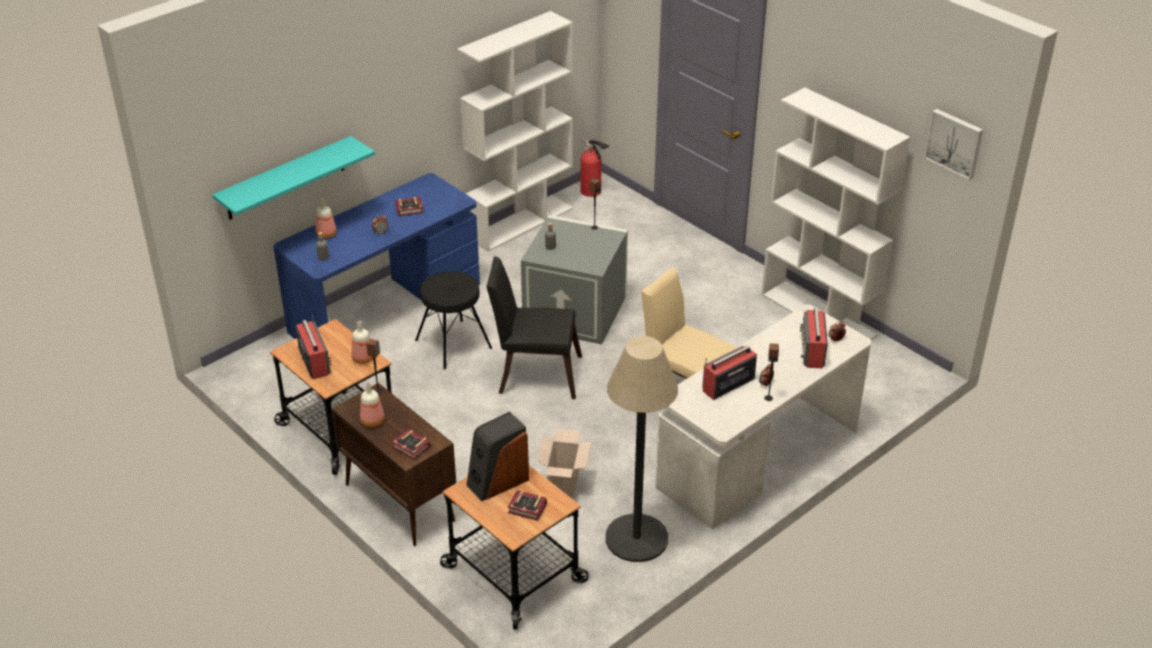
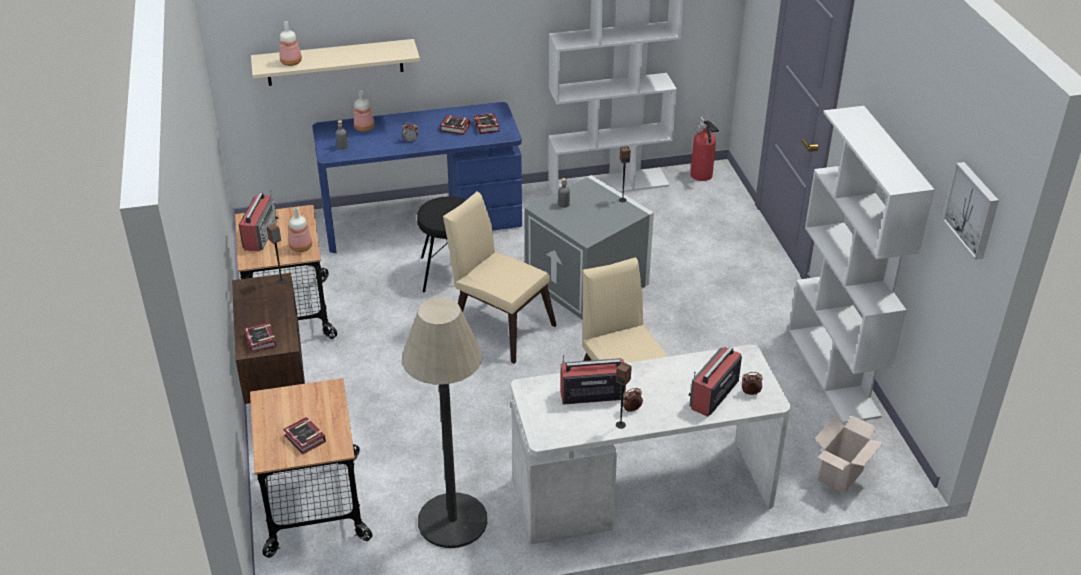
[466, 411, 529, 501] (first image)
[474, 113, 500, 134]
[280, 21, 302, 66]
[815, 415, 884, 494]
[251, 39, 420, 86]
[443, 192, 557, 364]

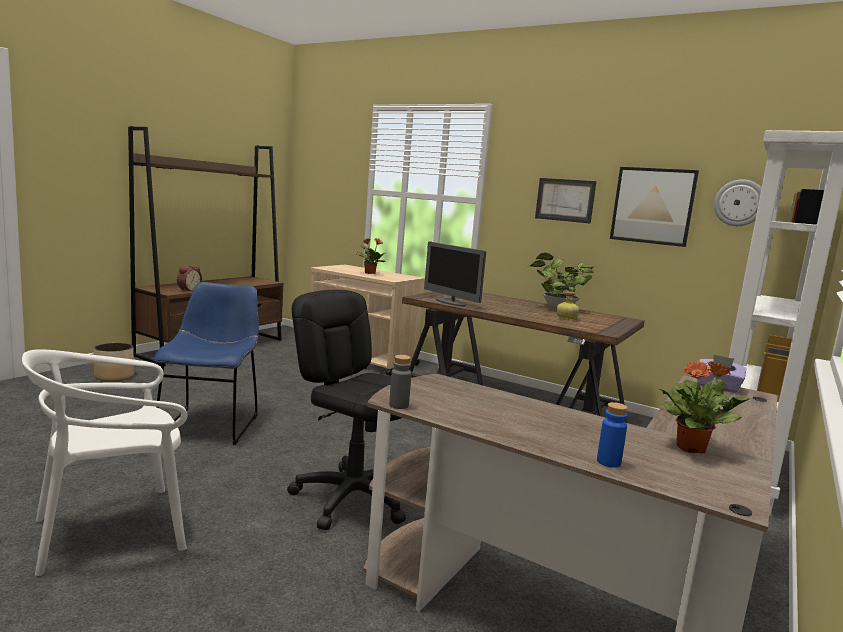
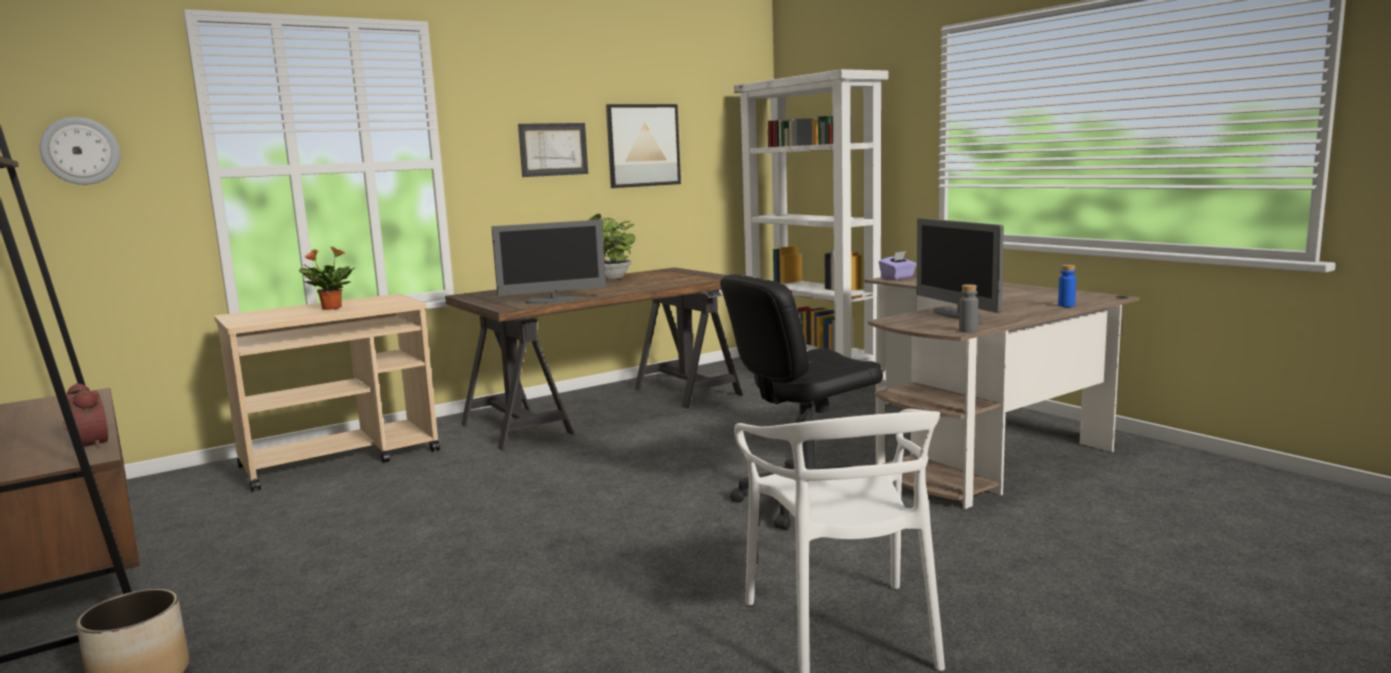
[154, 282, 259, 445] (first image)
[556, 291, 579, 320] (first image)
[658, 360, 751, 453] (first image)
[916, 218, 1004, 319]
[40, 117, 120, 185]

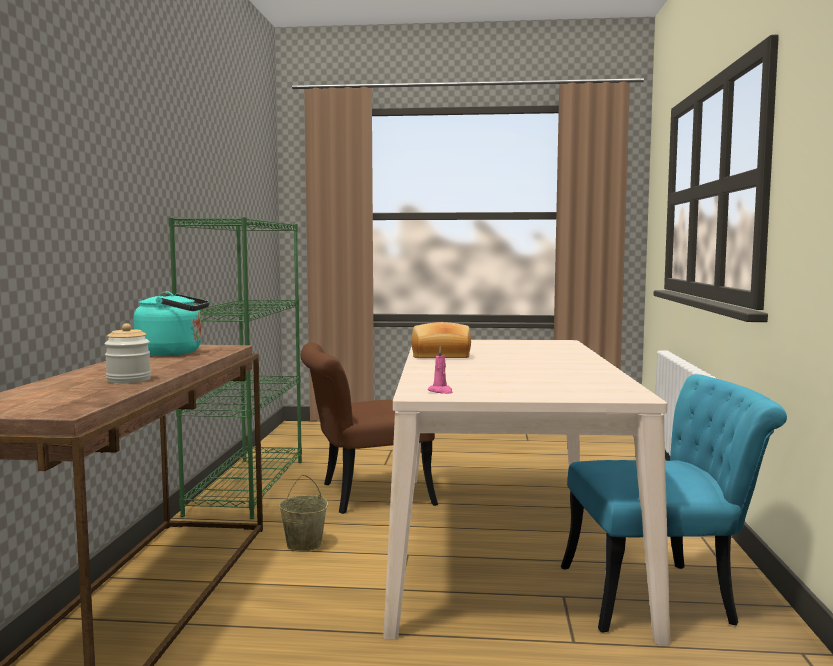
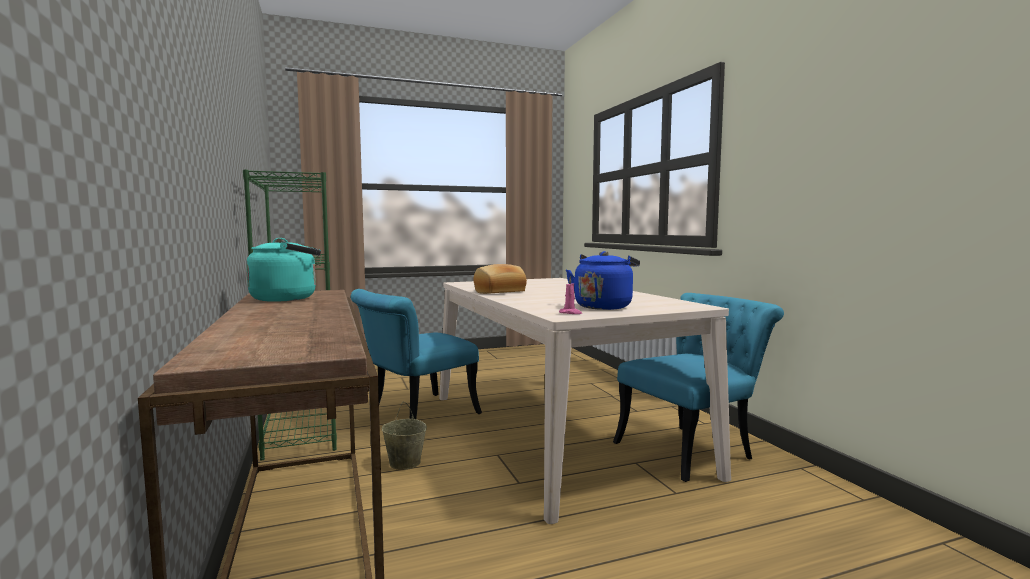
[104, 323, 151, 383] (first image)
[566, 251, 640, 310]
[351, 289, 482, 419]

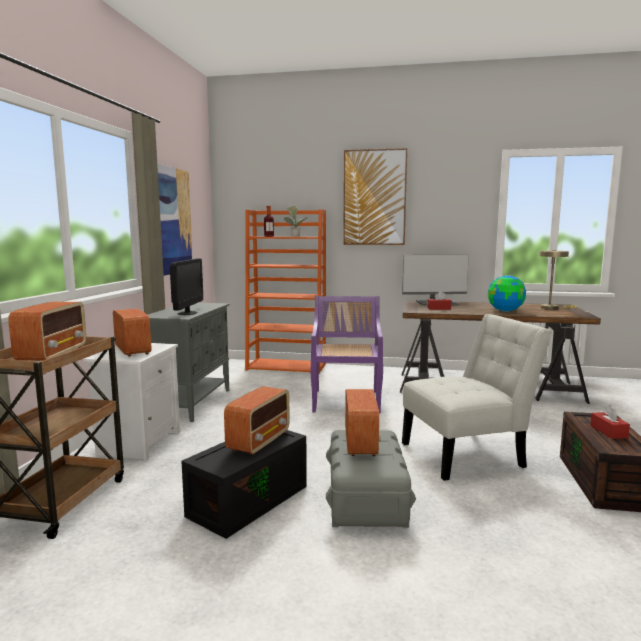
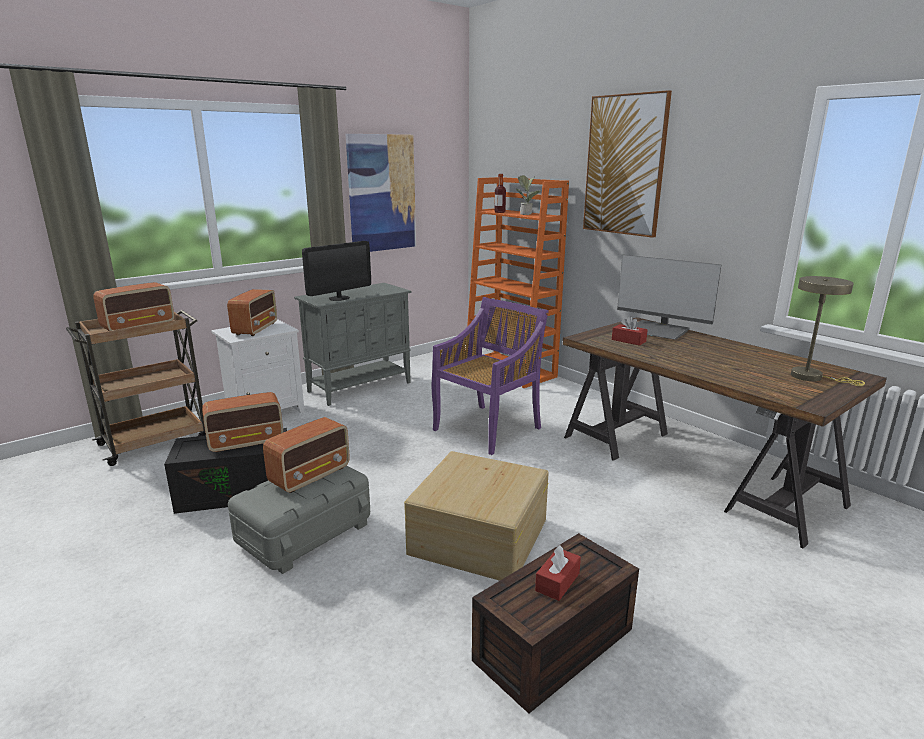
[488, 275, 526, 312] (first image)
[404, 451, 549, 581]

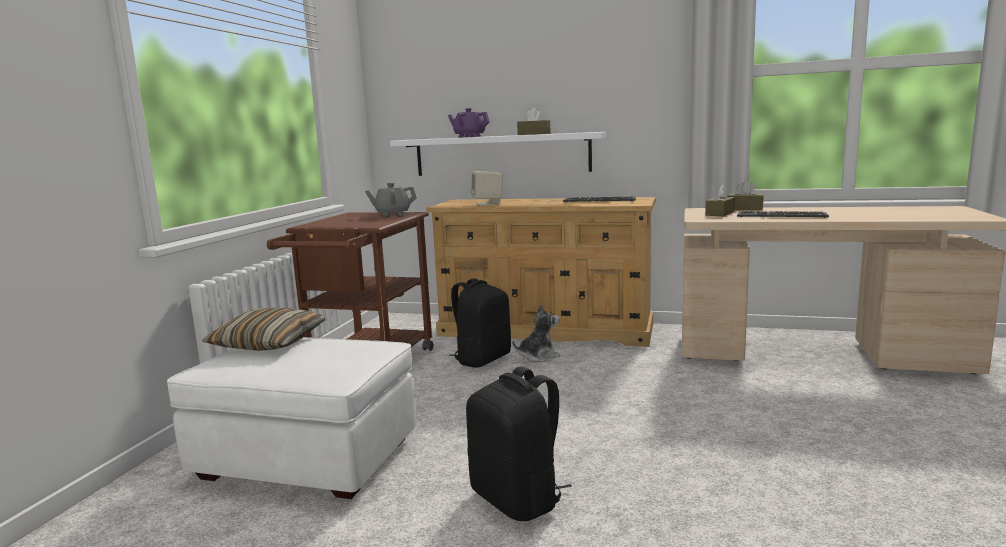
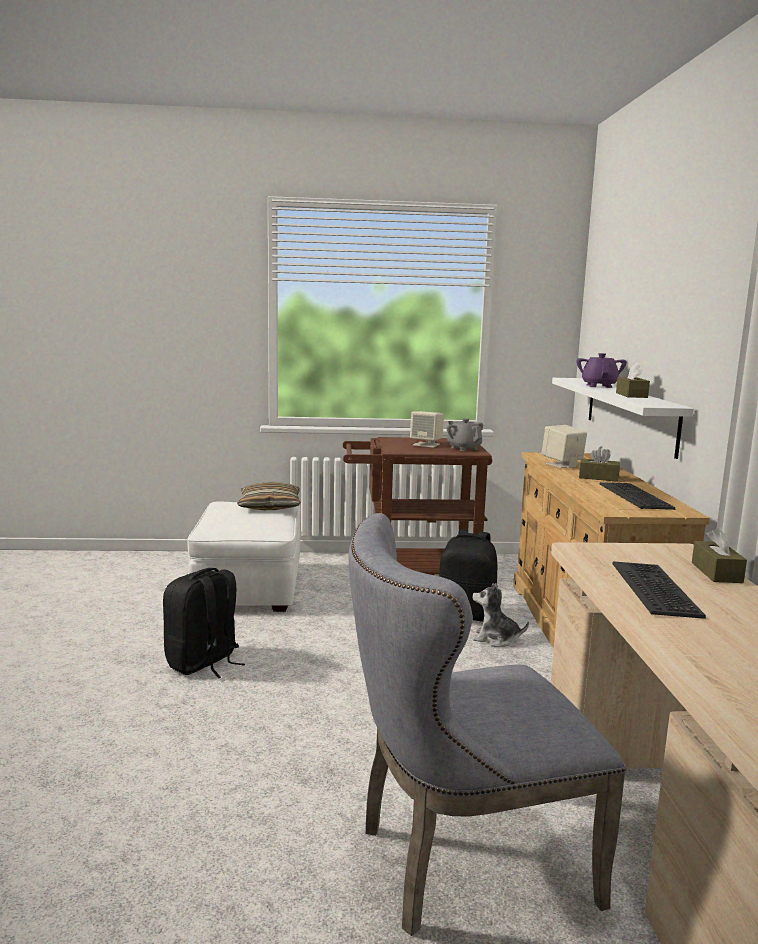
[349, 513, 627, 936]
[410, 411, 444, 448]
[579, 446, 620, 482]
[472, 583, 529, 647]

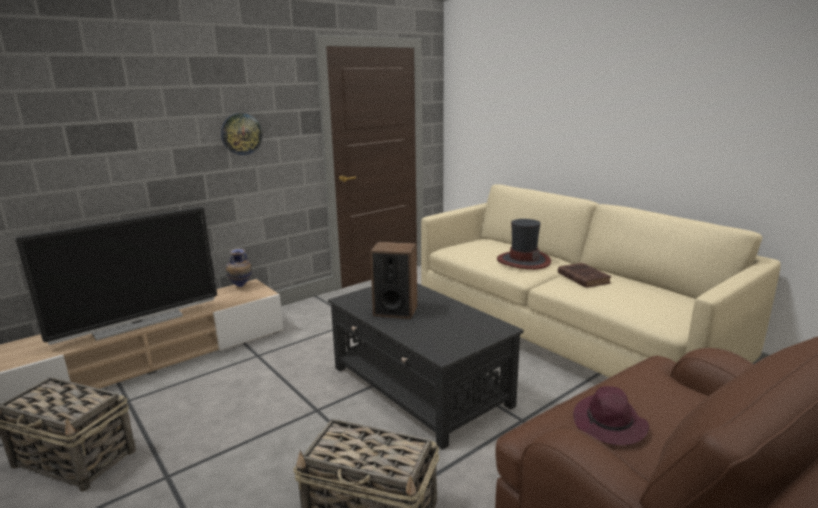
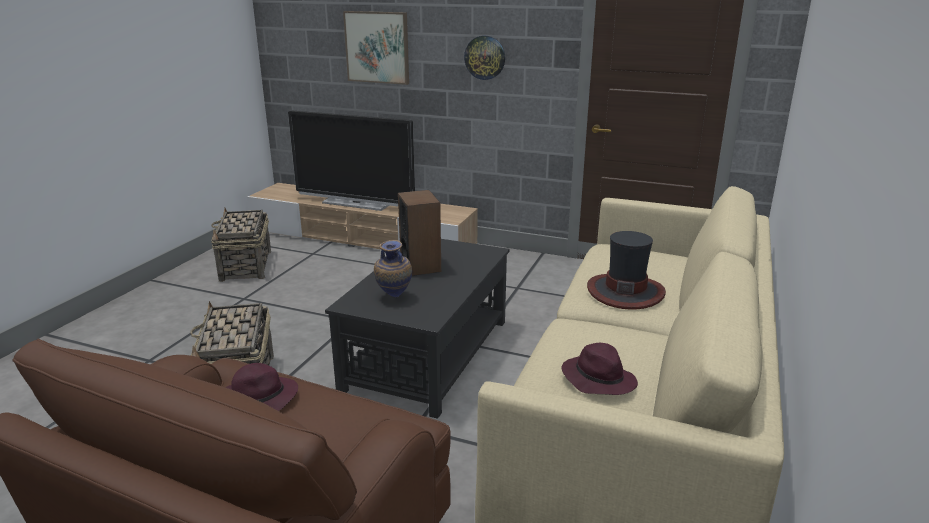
[558, 263, 611, 288] (first image)
[343, 11, 409, 85]
[561, 343, 638, 395]
[374, 240, 412, 297]

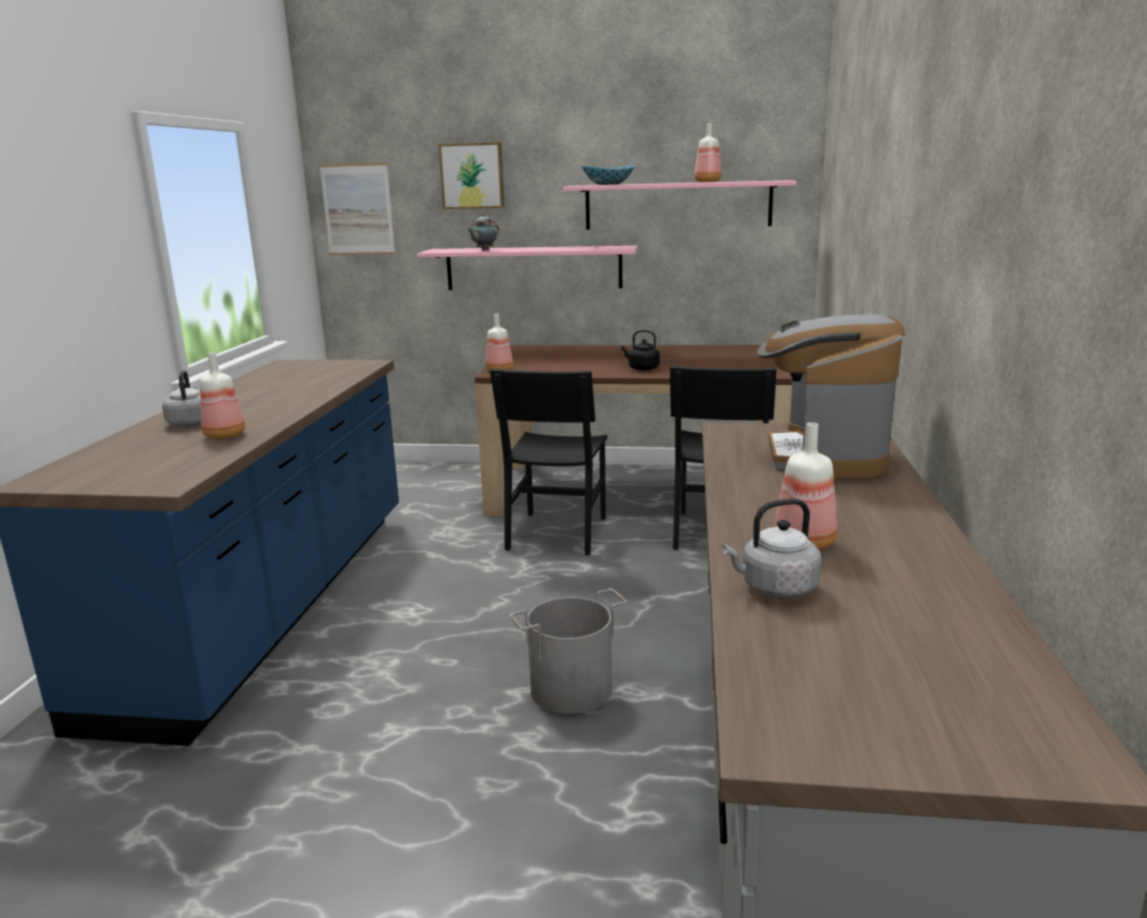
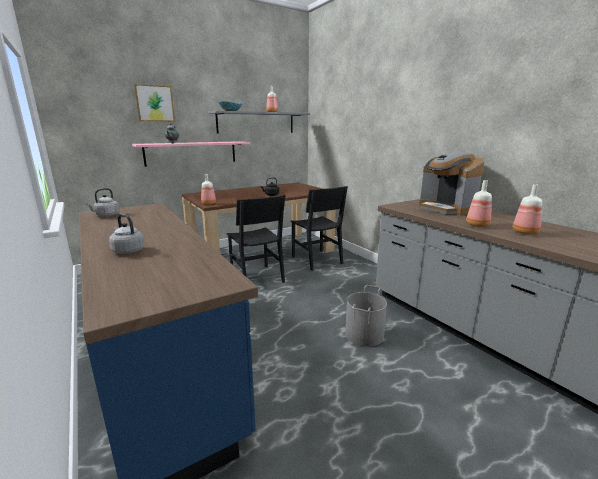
[319, 163, 395, 255] (first image)
[466, 180, 492, 227]
[86, 188, 120, 217]
[208, 111, 310, 134]

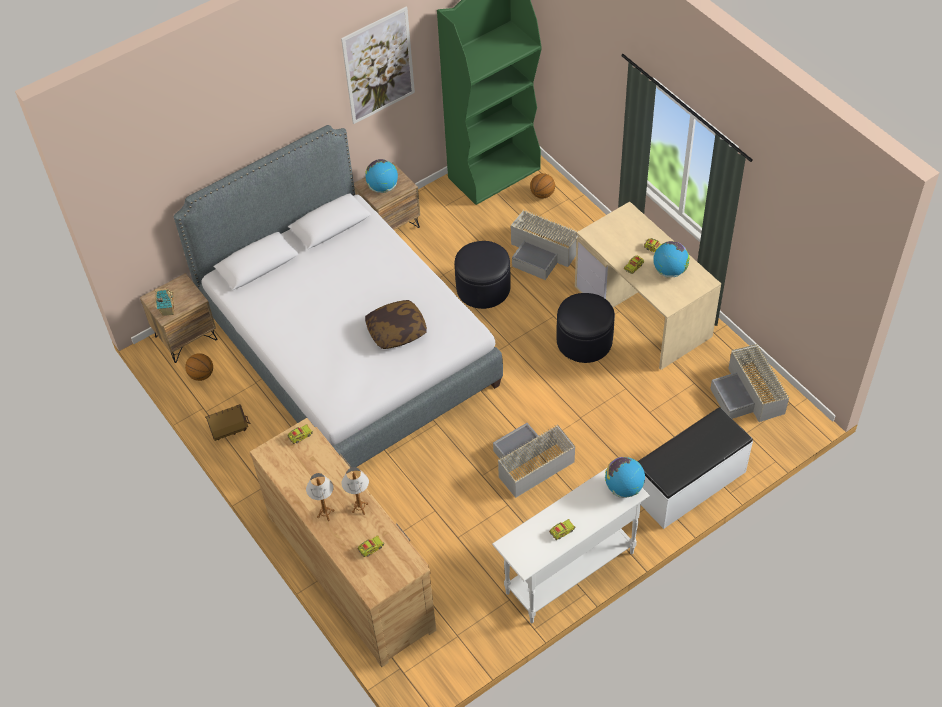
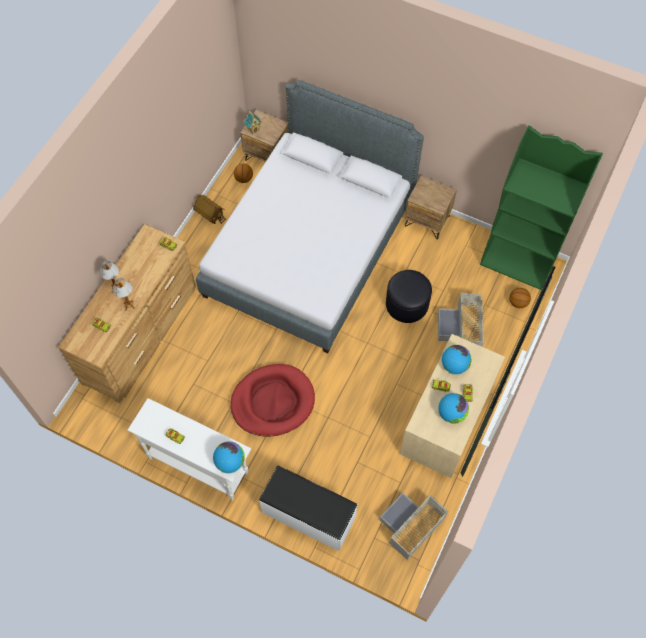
[341, 6, 415, 124] (first image)
[365, 300, 427, 349] (first image)
[557, 293, 615, 363] (first image)
[442, 345, 472, 375]
[231, 364, 315, 437]

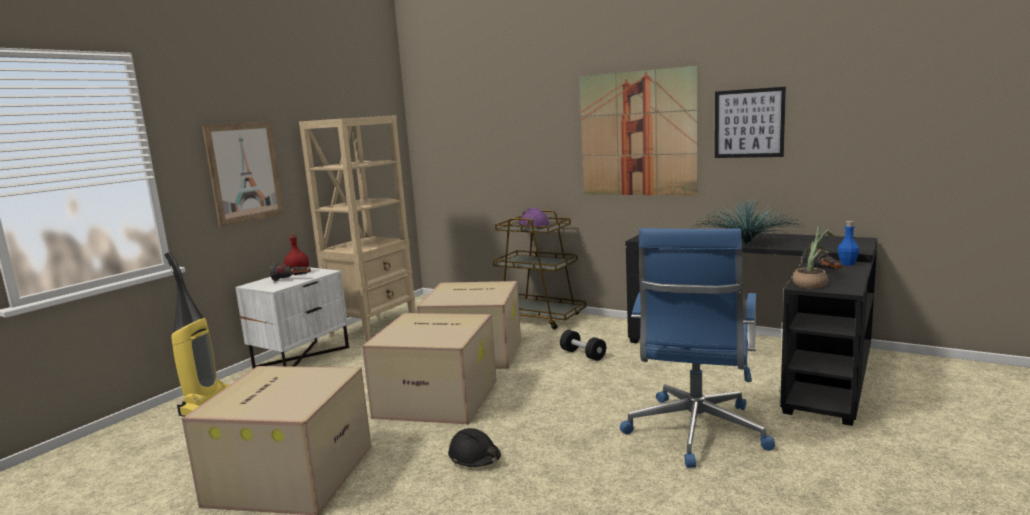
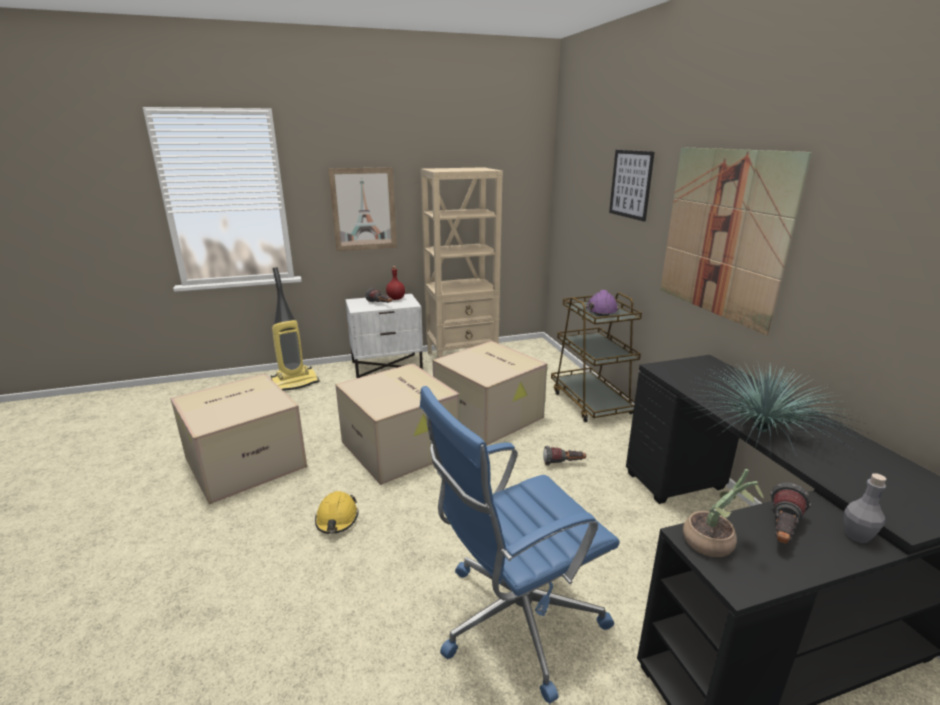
[609, 150, 655, 222]
[543, 446, 586, 466]
[315, 491, 359, 534]
[844, 473, 886, 543]

